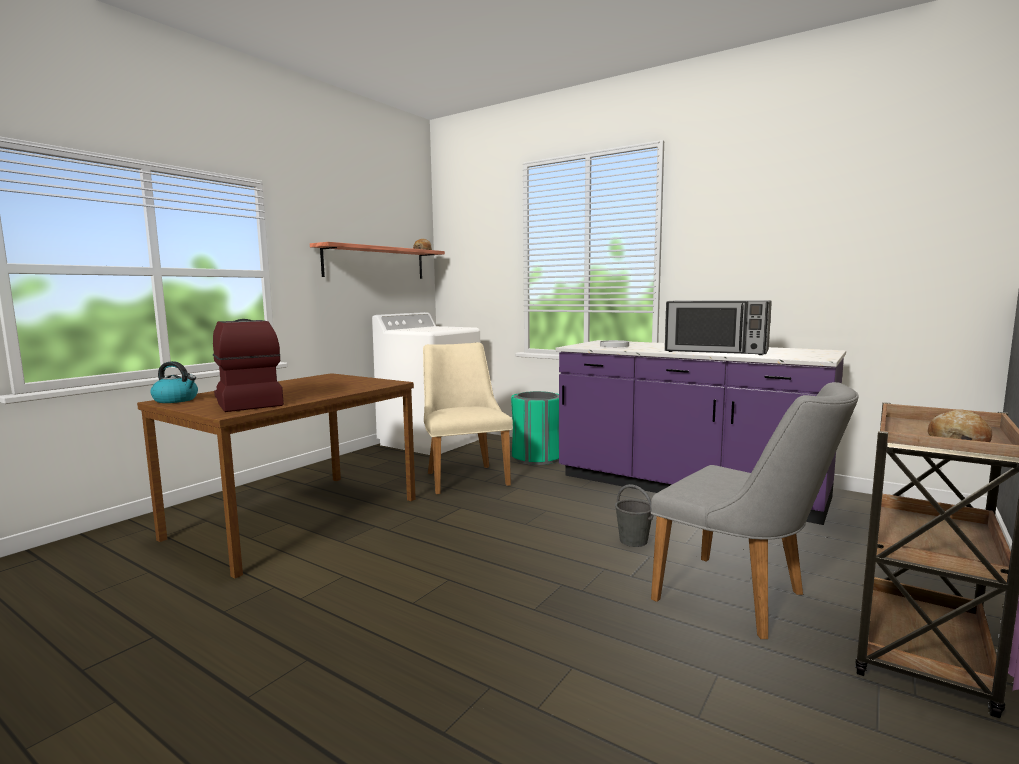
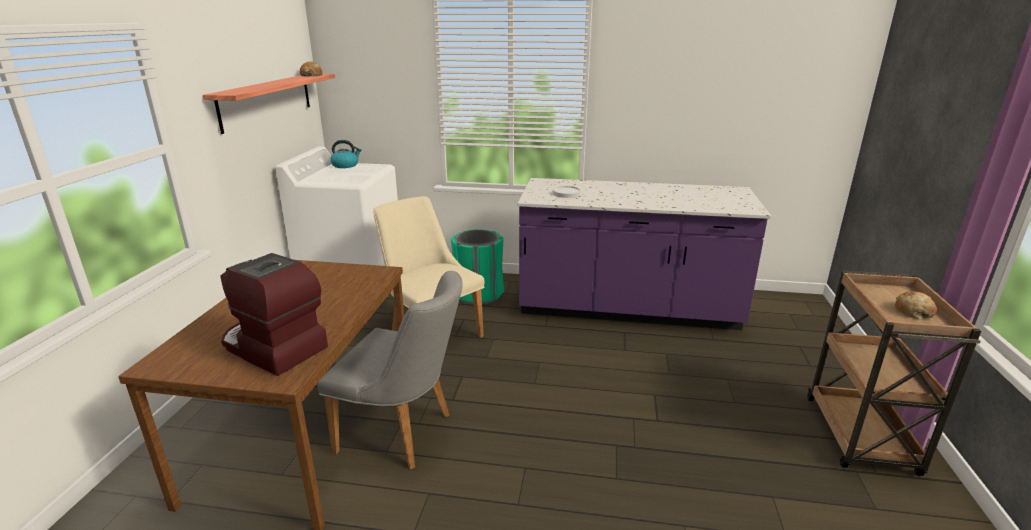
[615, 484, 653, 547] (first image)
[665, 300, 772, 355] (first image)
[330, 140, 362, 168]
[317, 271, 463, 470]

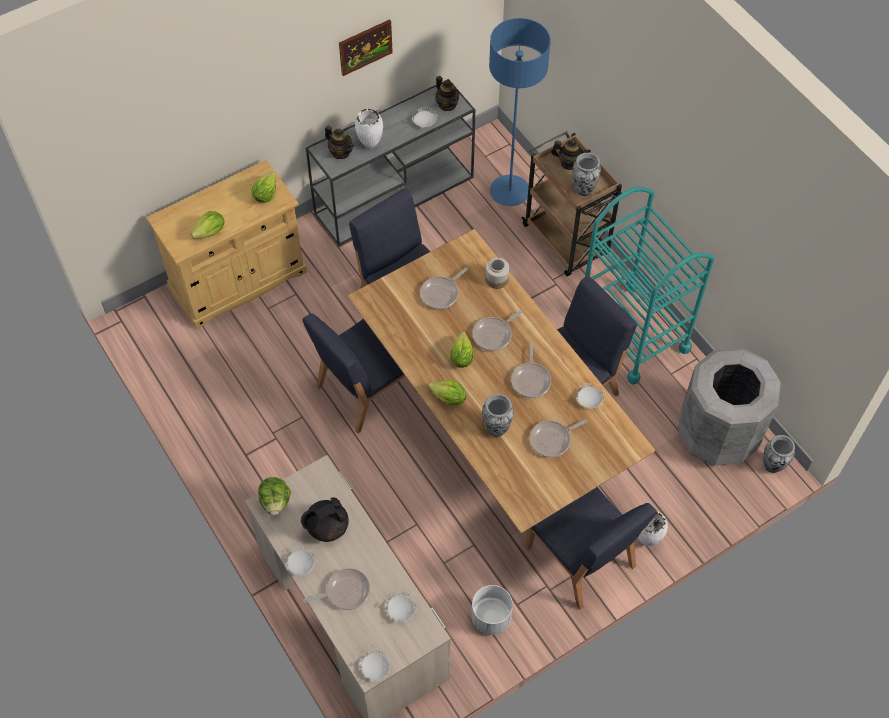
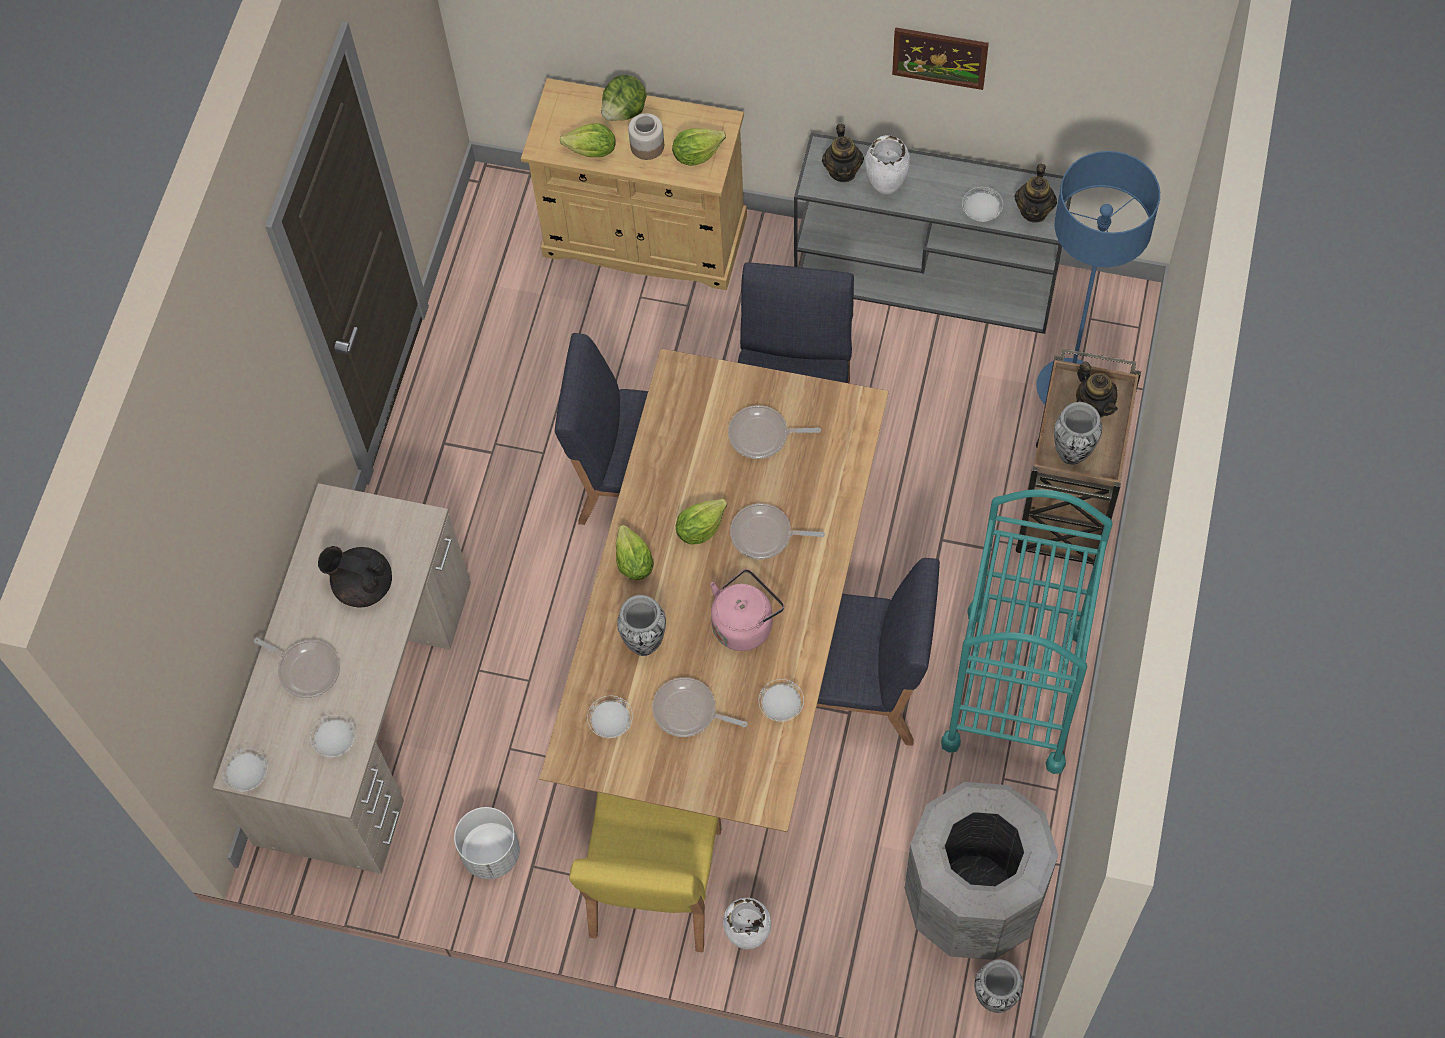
[601, 75, 647, 121]
[587, 696, 633, 738]
[628, 113, 664, 160]
[710, 569, 784, 651]
[569, 792, 721, 952]

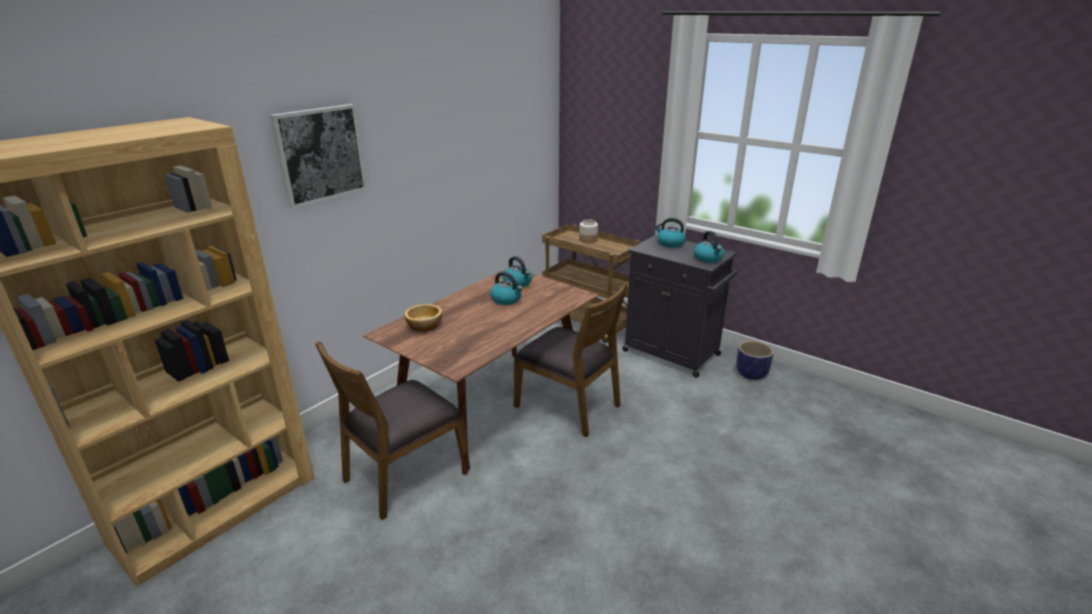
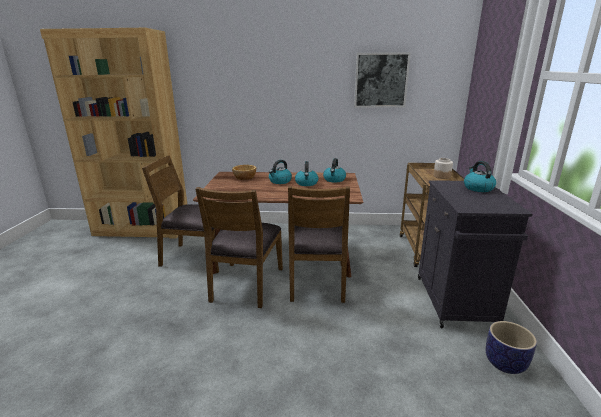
[195, 187, 283, 308]
[354, 52, 411, 107]
[269, 160, 292, 184]

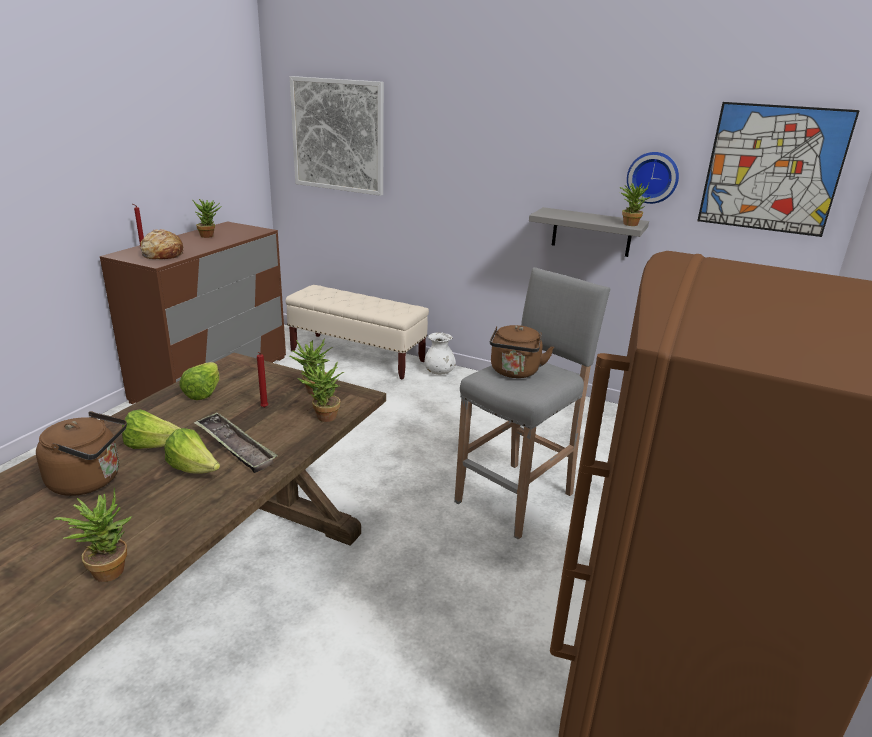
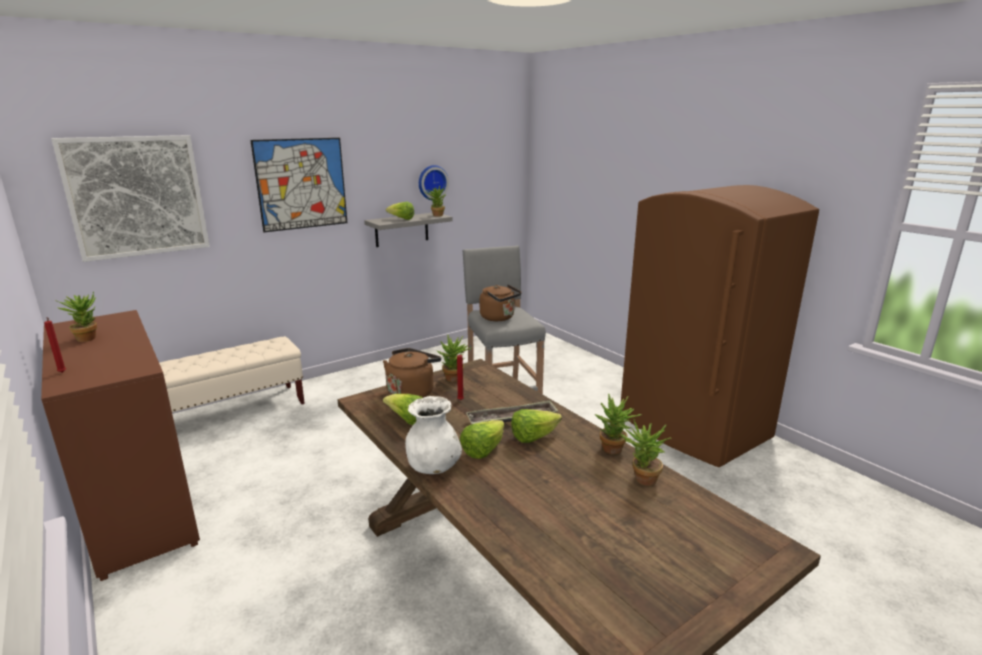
[140, 229, 183, 259] (first image)
[386, 202, 414, 220]
[383, 348, 441, 398]
[595, 393, 642, 455]
[405, 396, 462, 474]
[250, 138, 347, 232]

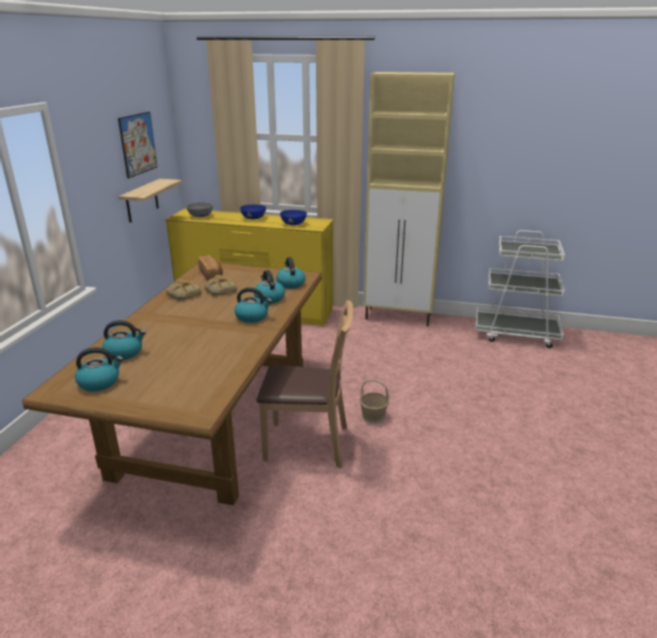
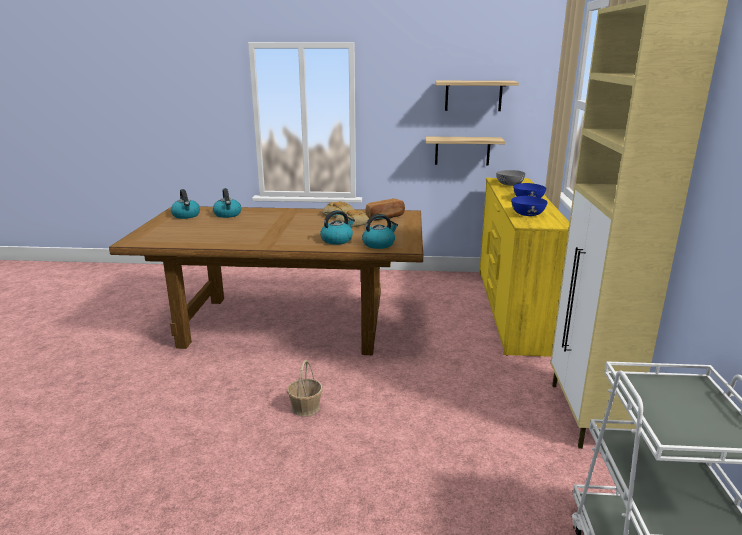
[234, 287, 272, 323] (first image)
[256, 300, 353, 468] (first image)
[435, 81, 519, 111]

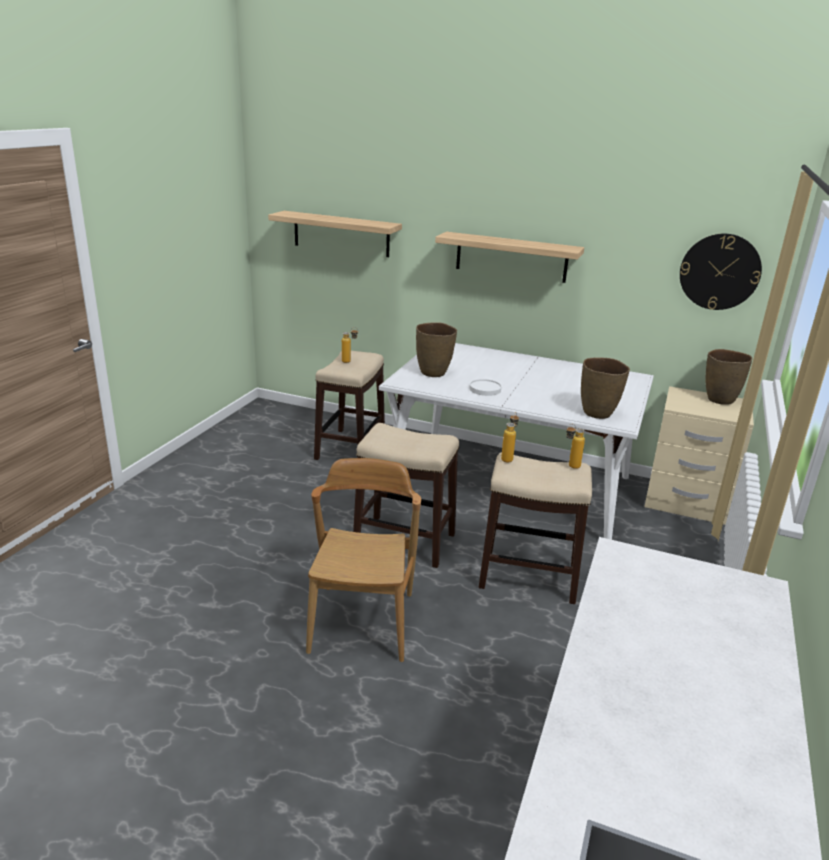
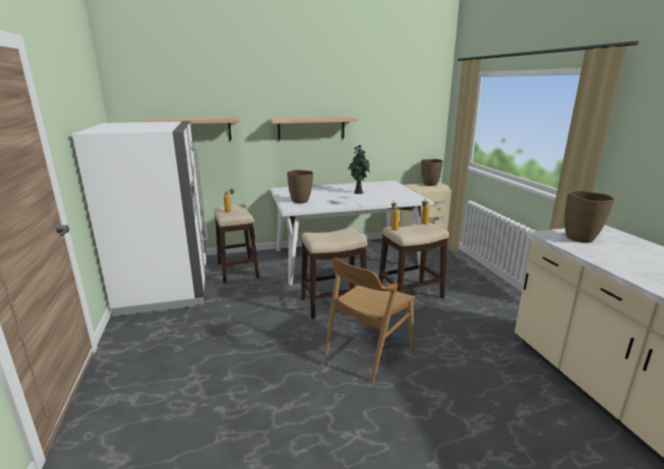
[680, 234, 762, 310] (first image)
[72, 121, 207, 317]
[348, 145, 370, 194]
[564, 190, 615, 243]
[325, 258, 415, 382]

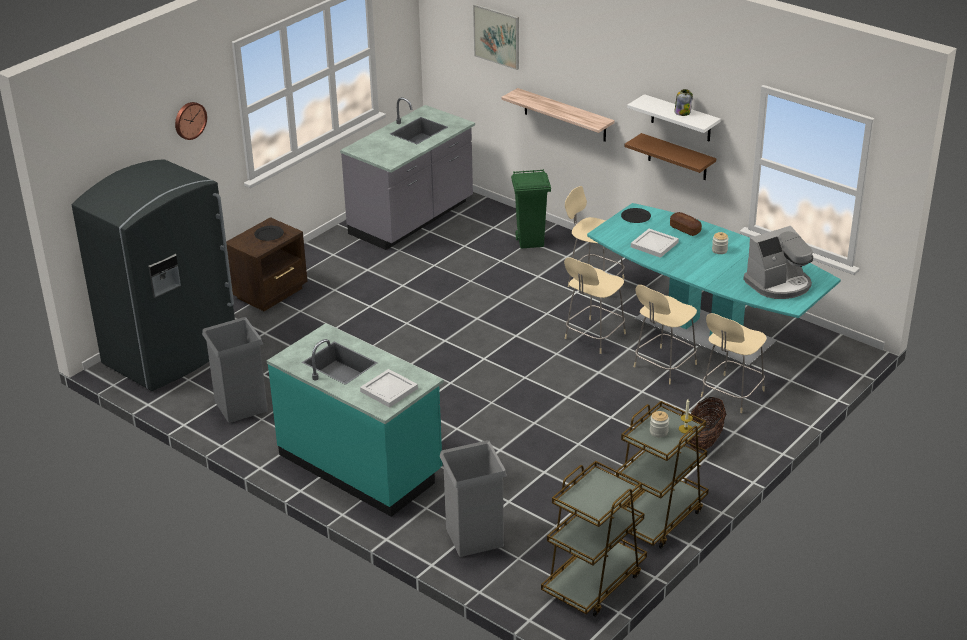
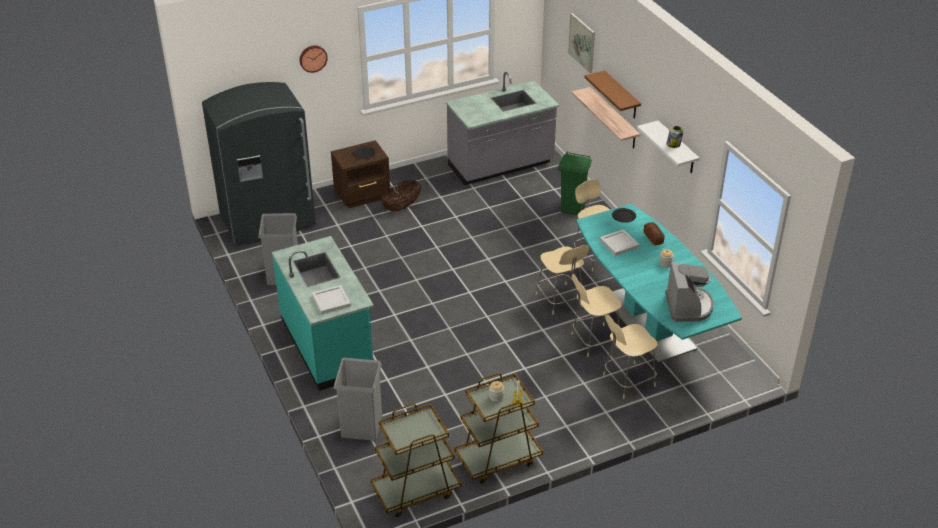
[584, 70, 641, 119]
[381, 180, 421, 211]
[536, 245, 589, 315]
[665, 262, 714, 322]

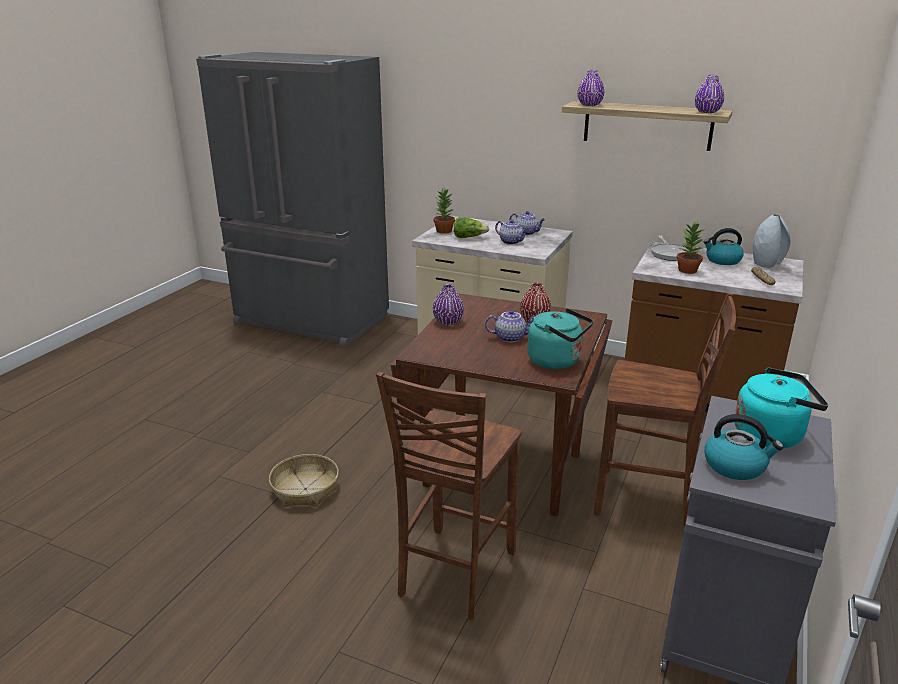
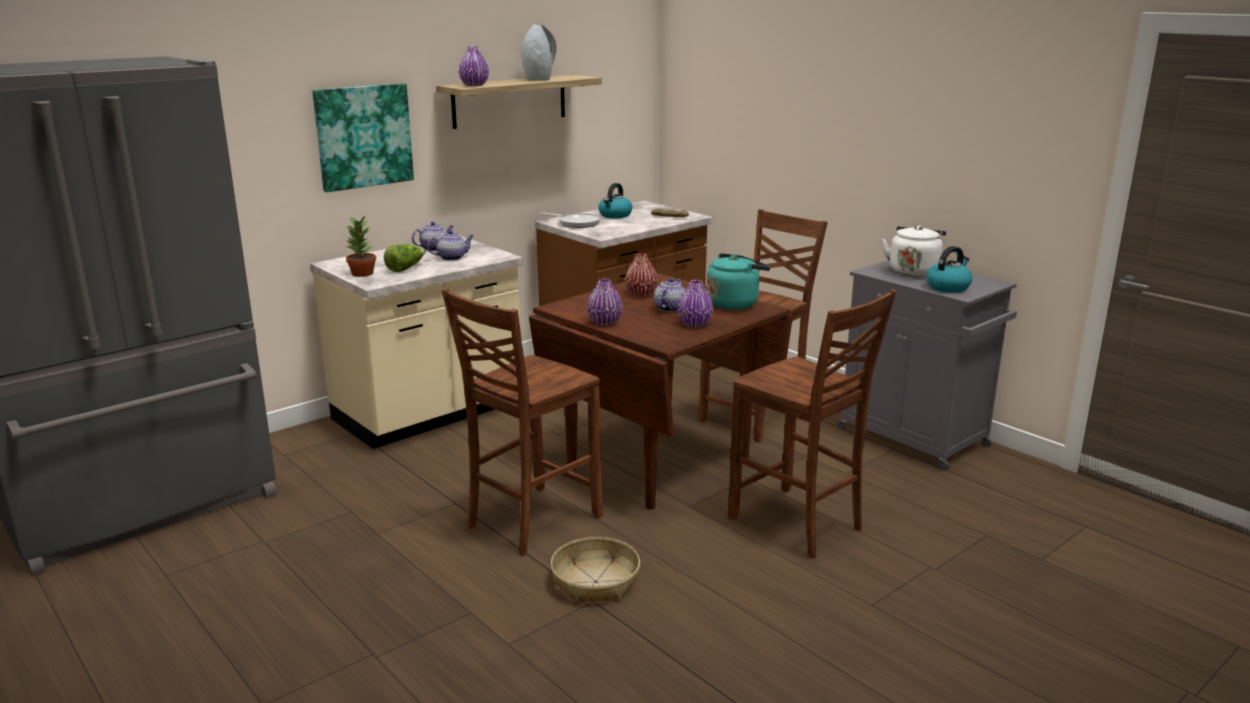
[676, 221, 705, 274] (first image)
[312, 83, 414, 192]
[442, 288, 603, 556]
[677, 280, 713, 327]
[521, 24, 556, 81]
[881, 225, 946, 277]

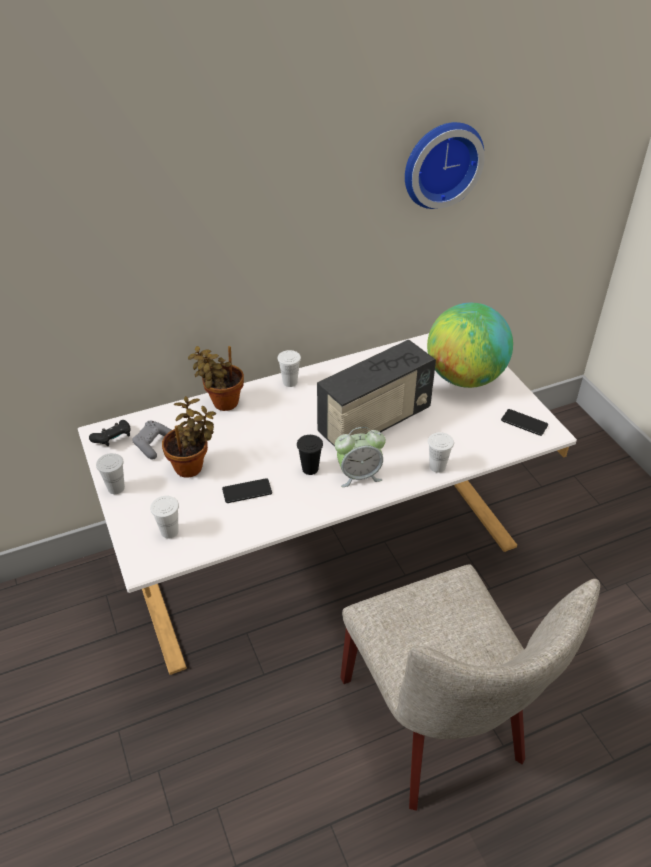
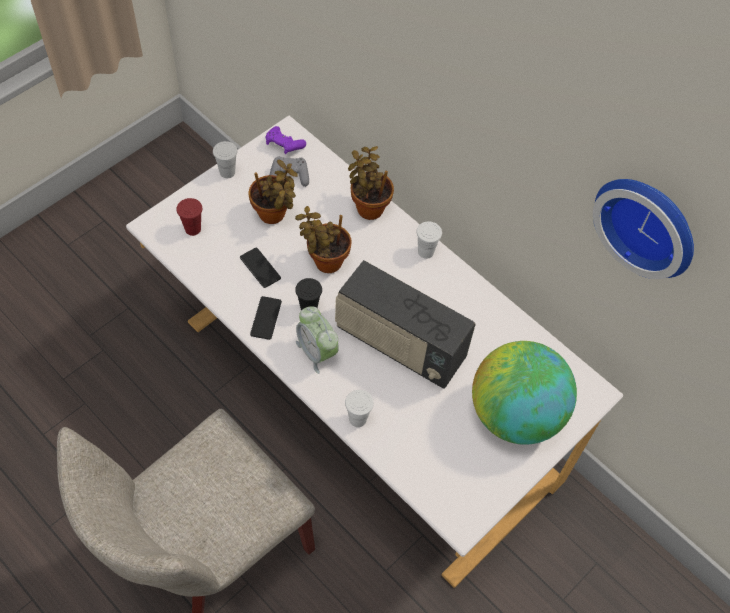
[295, 206, 352, 273]
[250, 296, 282, 340]
[266, 126, 306, 154]
[176, 198, 202, 236]

